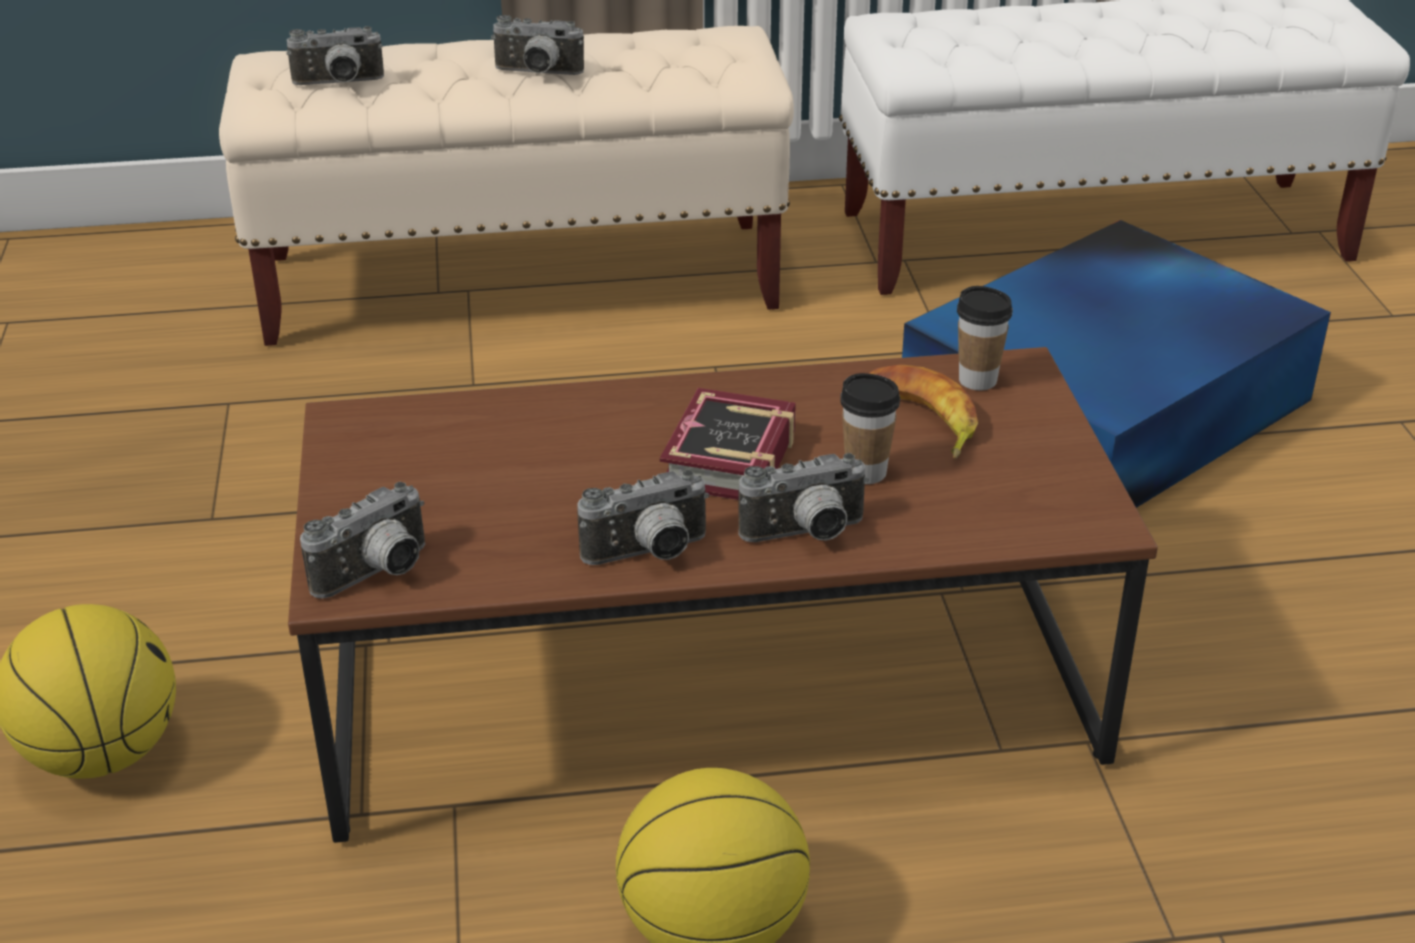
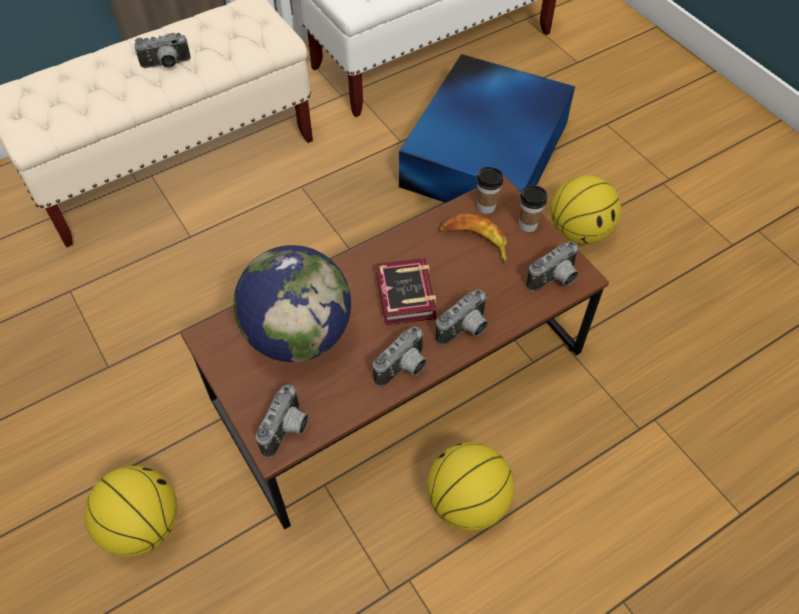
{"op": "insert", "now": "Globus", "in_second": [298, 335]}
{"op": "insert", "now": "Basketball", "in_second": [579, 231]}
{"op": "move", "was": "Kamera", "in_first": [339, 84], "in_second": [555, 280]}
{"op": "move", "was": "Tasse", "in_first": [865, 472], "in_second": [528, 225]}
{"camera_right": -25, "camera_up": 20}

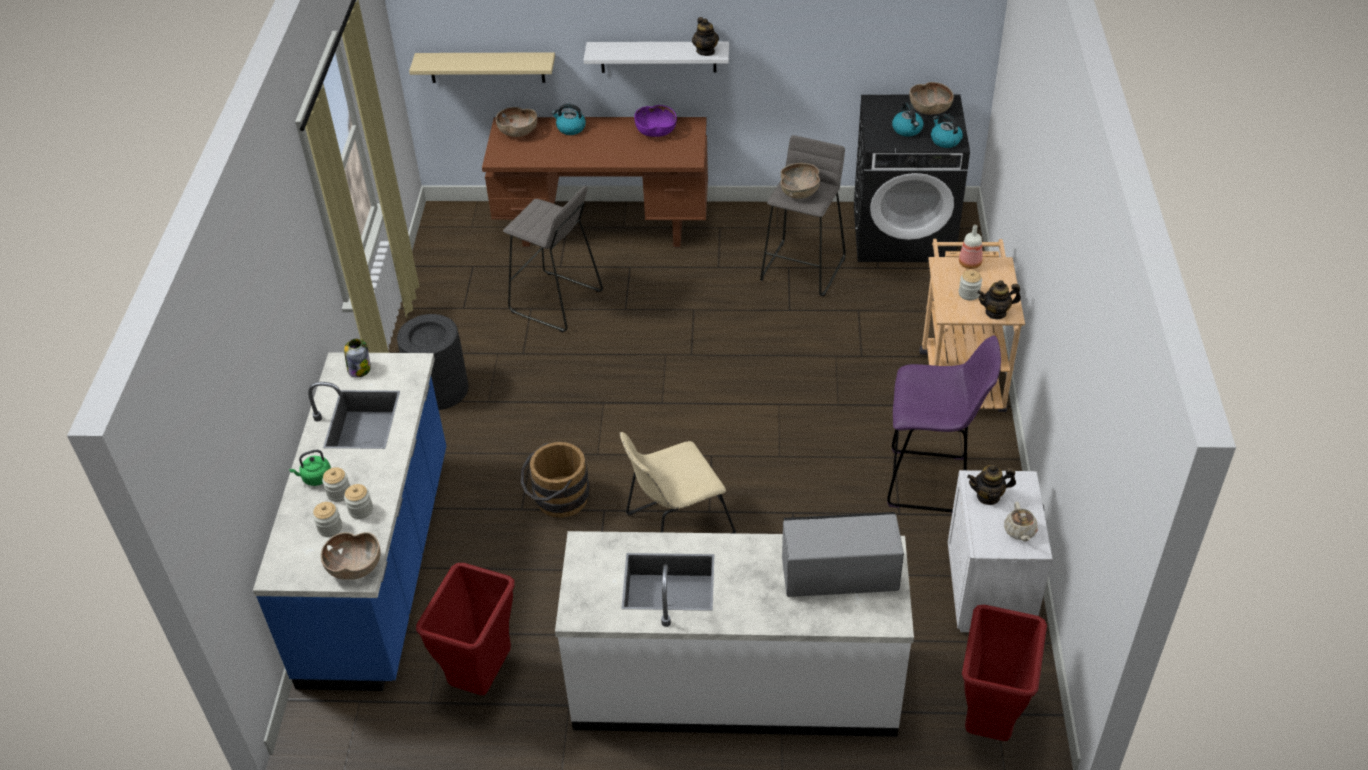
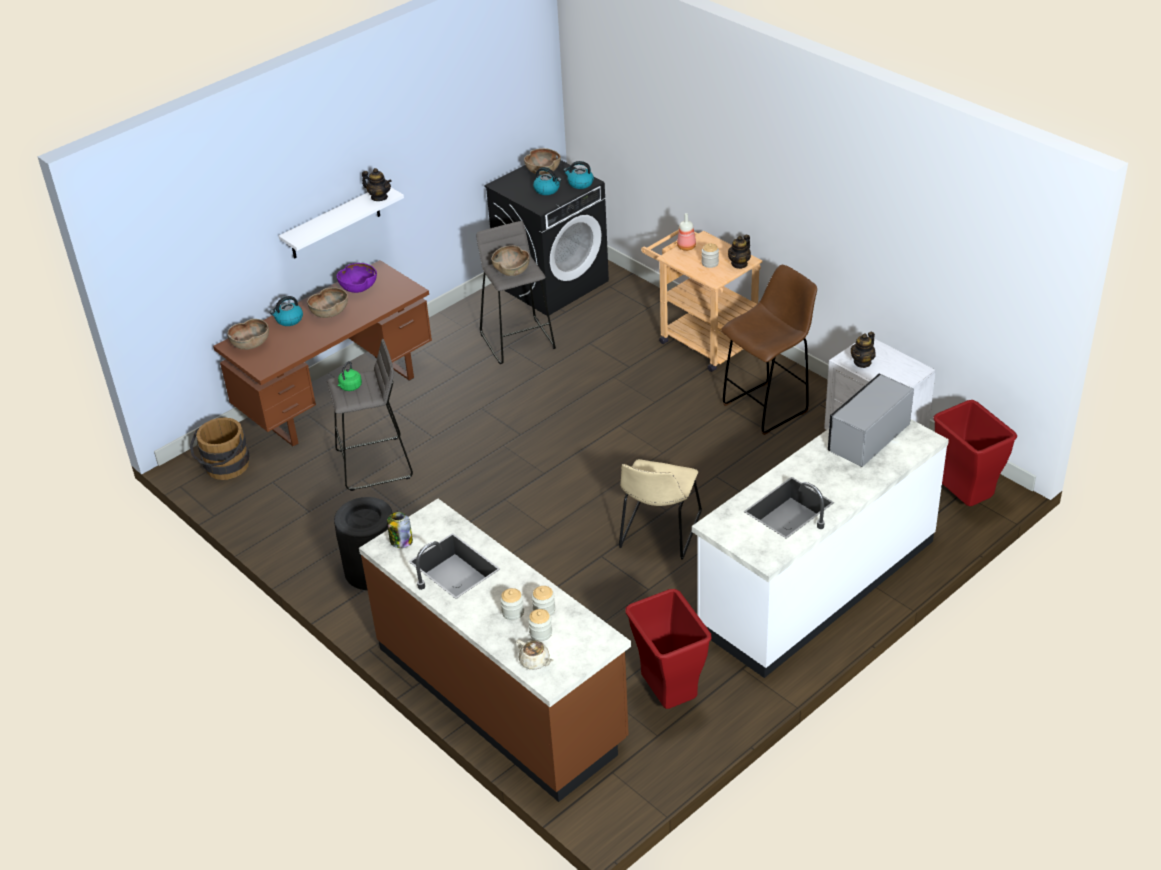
{"op": "delete", "was": "Wandregal (beige)", "in_first": [486, 67]}
{"op": "move", "was": "Wasserkessel (grün)", "in_first": [315, 478], "in_second": [350, 387]}
{"op": "move", "was": "Schüssel (braun)", "in_first": [354, 568], "in_second": [330, 313]}
{"op": "move", "was": "Eimer (braun)", "in_first": [556, 500], "in_second": [225, 469]}
{"op": "move", "was": "Teekanne (beige)", "in_first": [1019, 531], "in_second": [535, 662]}
{"op": "recolor", "was": "Küchenzeile (blau)", "now": "Küchenzeile (braun)", "in_first": [380, 565], "in_second": [501, 694]}
{"op": "recolor", "was": "Hocker (lila)", "now": "Hocker (braun)", "in_first": [930, 482], "in_second": [767, 407]}
{"camera_right": -45, "camera_up": -5}

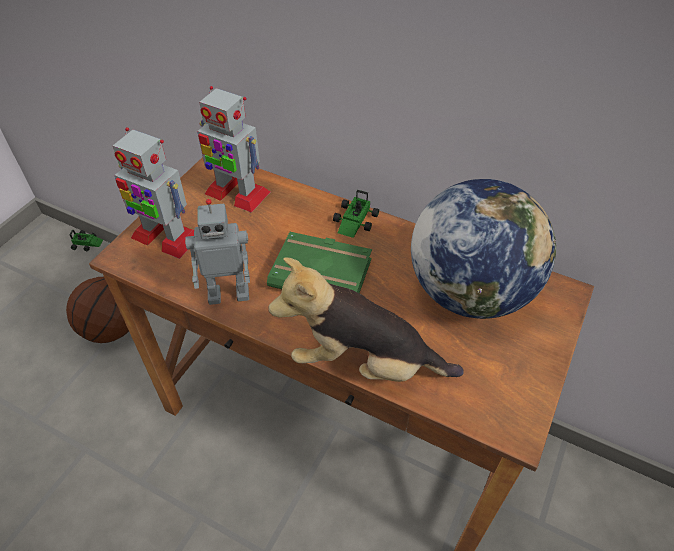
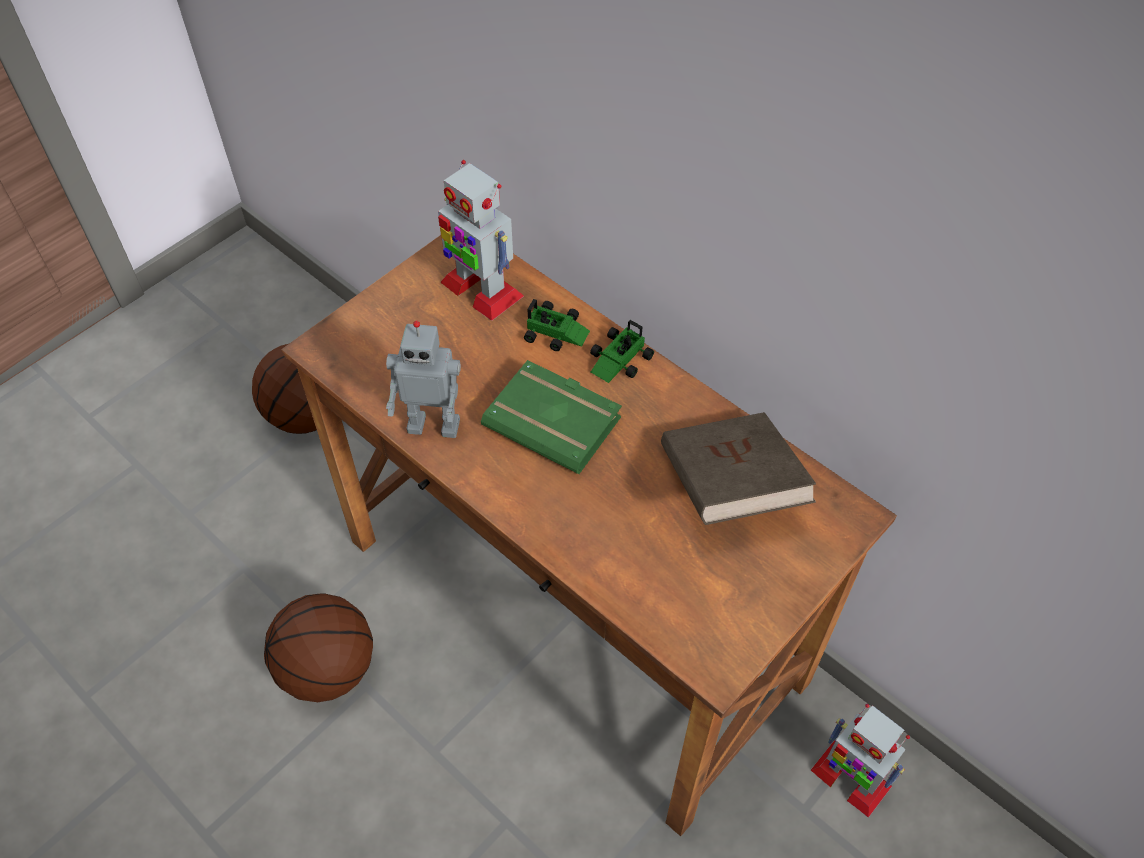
{"op": "delete", "was": "Plüschtier", "in_first": [364, 363]}
{"op": "insert", "now": "Basketball", "in_second": [329, 668]}
{"op": "move", "was": "Spielzeugauto", "in_first": [88, 242], "in_second": [558, 331]}
{"op": "move", "was": "Spielzeugroboter", "in_first": [165, 236], "in_second": [849, 778]}
{"op": "replace", "was": "Globus", "now": "Buch (braun)", "in_first": [469, 292], "in_second": [730, 487]}
{"camera_right": 15, "camera_up": 5}

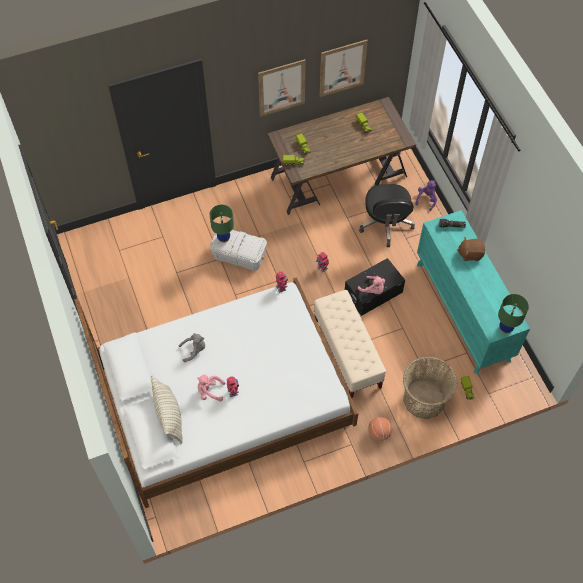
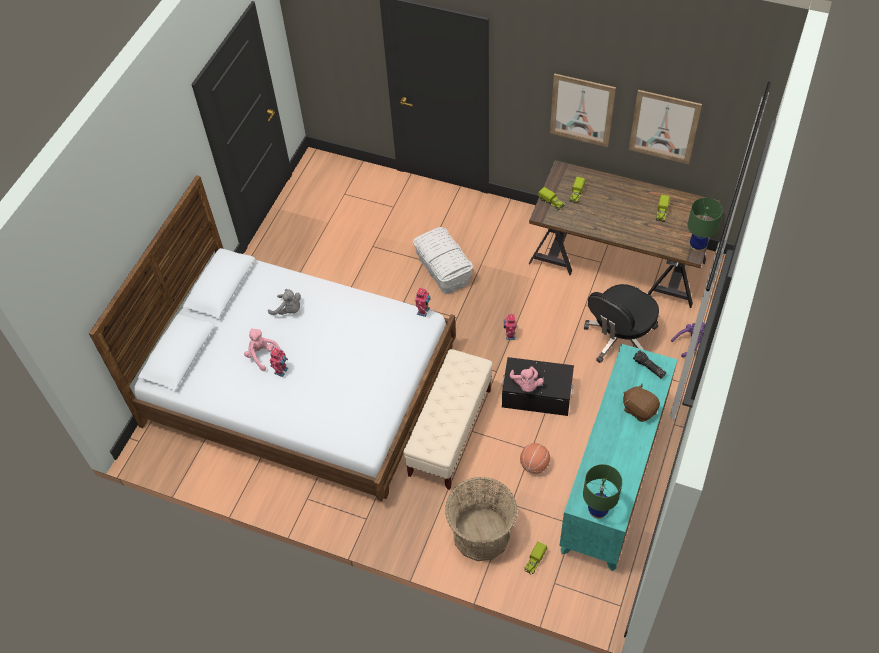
{"op": "delete", "was": "Kissen", "in_first": [169, 415]}
{"op": "move", "was": "Tischlampe (grün)", "in_first": [224, 238], "in_second": [697, 246]}
{"op": "move", "was": "Basketball", "in_first": [379, 433], "in_second": [534, 465]}
{"camera_right": 45, "camera_up": -5}

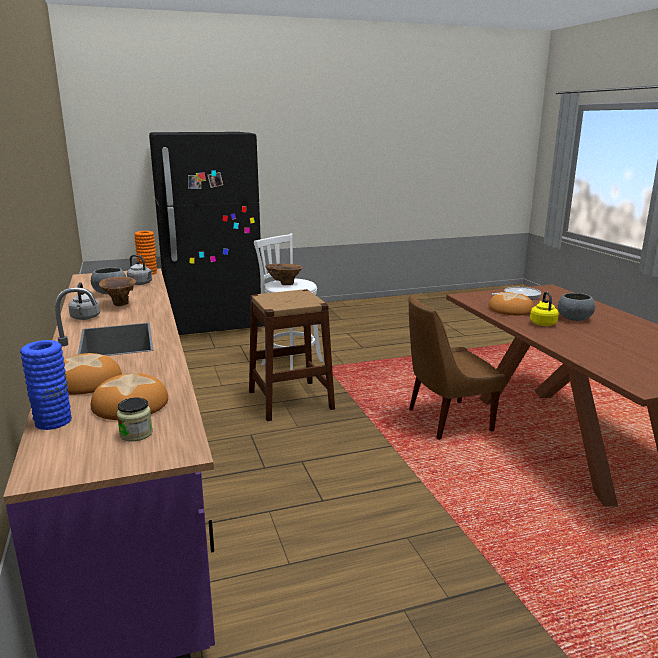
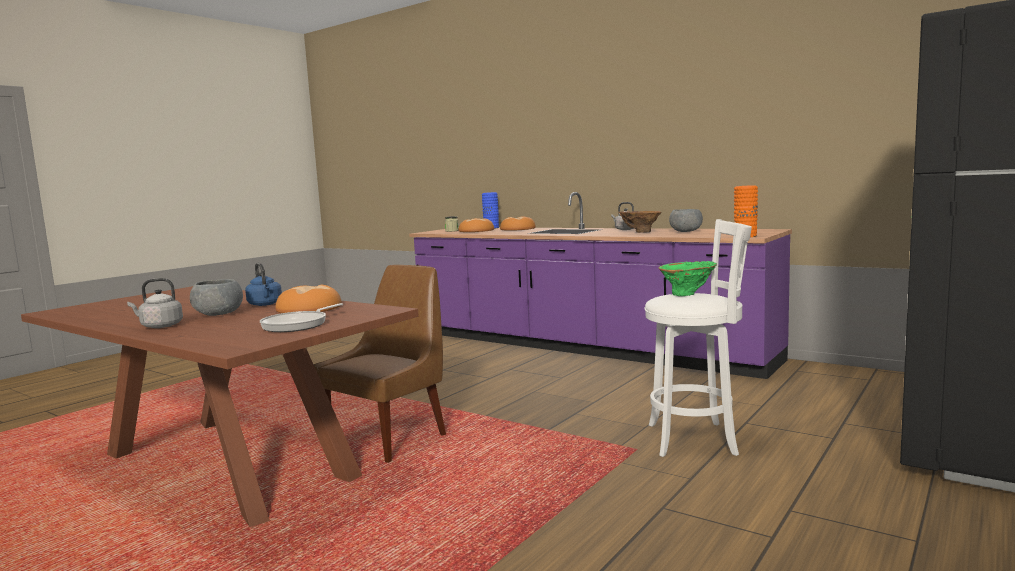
{"op": "delete", "was": "Hocker (braun)", "in_first": [290, 400]}
{"op": "move", "was": "Wasserkessel (grau)", "in_first": [141, 283], "in_second": [159, 326]}
{"op": "recolor", "was": "Vase (braun)", "now": "Vase (grün)", "in_first": [284, 283], "in_second": [688, 294]}
{"op": "recolor", "was": "Wasserkessel (gelb)", "now": "Wasserkessel (blau)", "in_first": [542, 323], "in_second": [265, 304]}
{"camera_right": 145, "camera_up": -10}

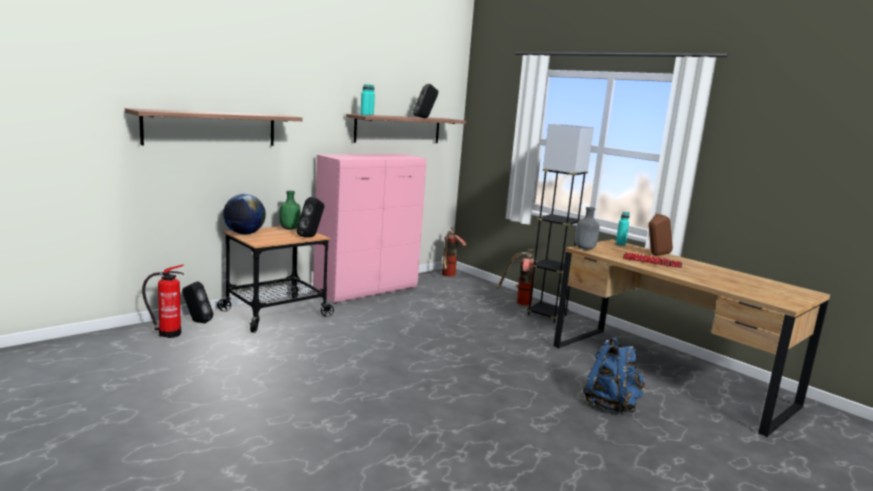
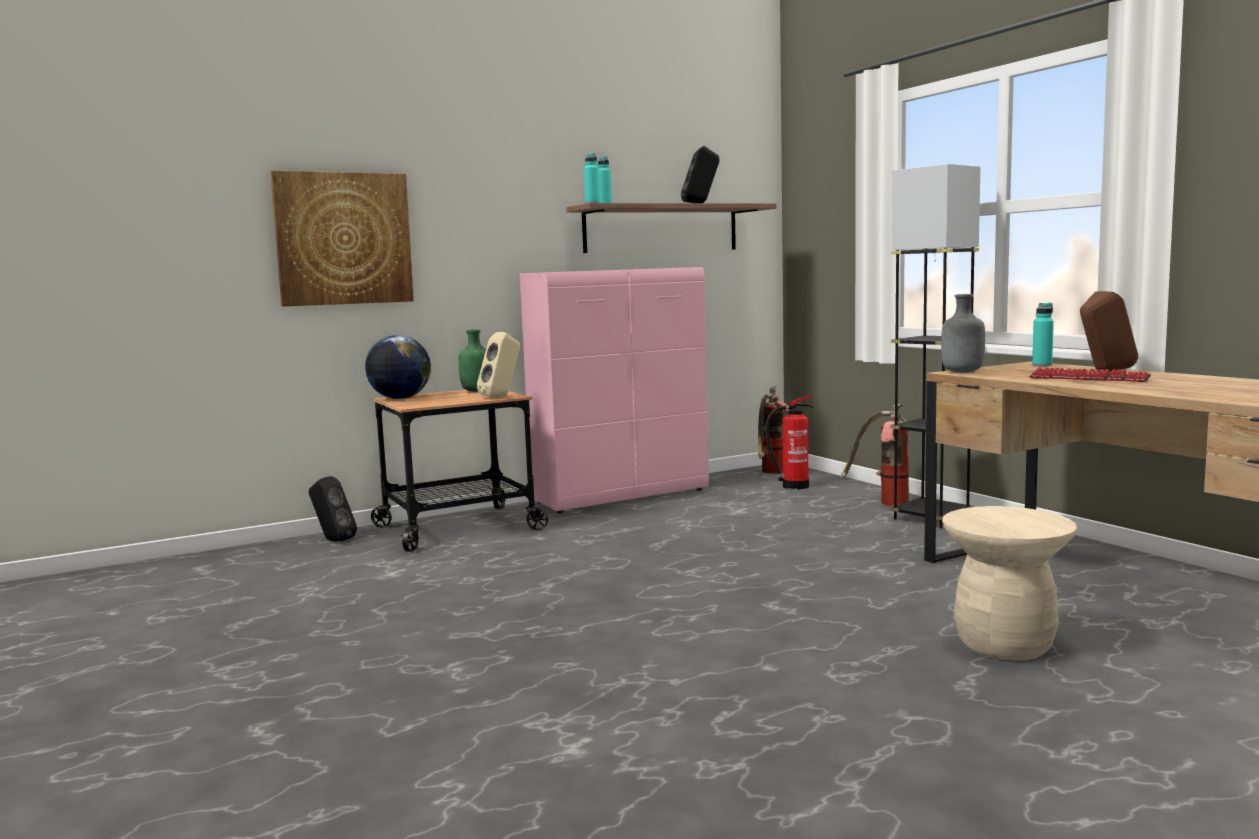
{"op": "move", "was": "Feuerlöscher", "in_first": [167, 334], "in_second": [792, 486]}
{"op": "replace", "was": "Wandregal", "now": "Bild", "in_first": [211, 128], "in_second": [343, 238]}
{"op": "replace", "was": "Rucksack (blau)", "now": "Hocker (beige)", "in_first": [611, 405], "in_second": [1004, 645]}
{"op": "recolor", "was": "Lautsprecher (schwarz)", "now": "Lautsprecher (beige)", "in_first": [311, 236], "in_second": [502, 396]}
{"camera_right": 15, "camera_up": -5}

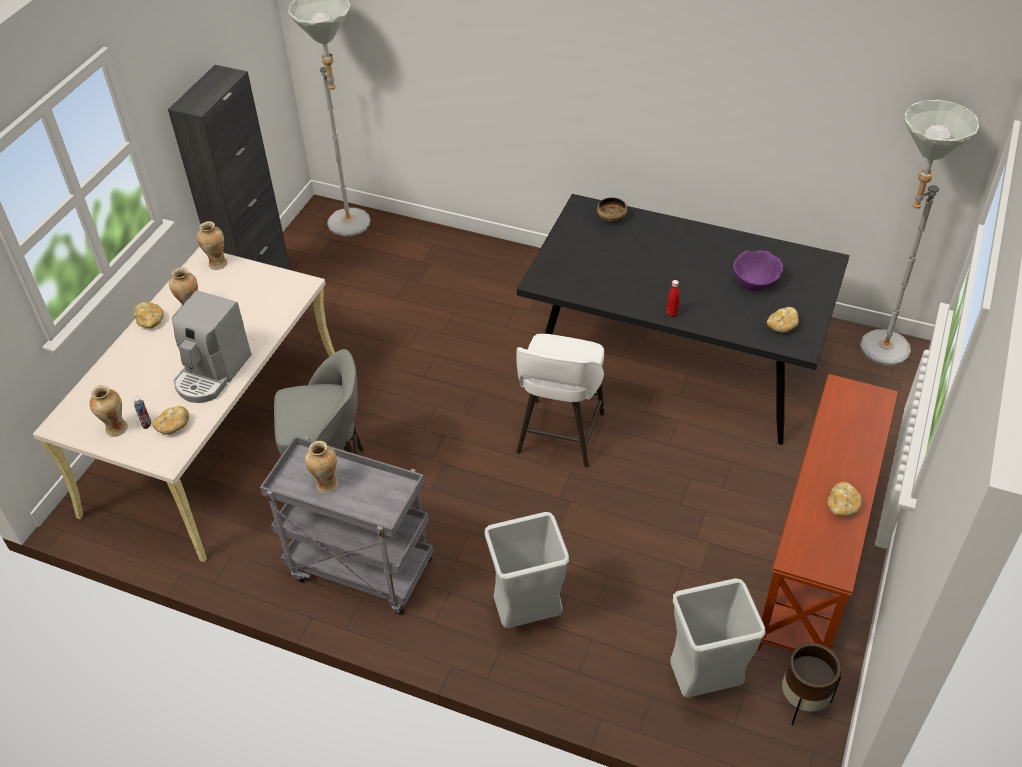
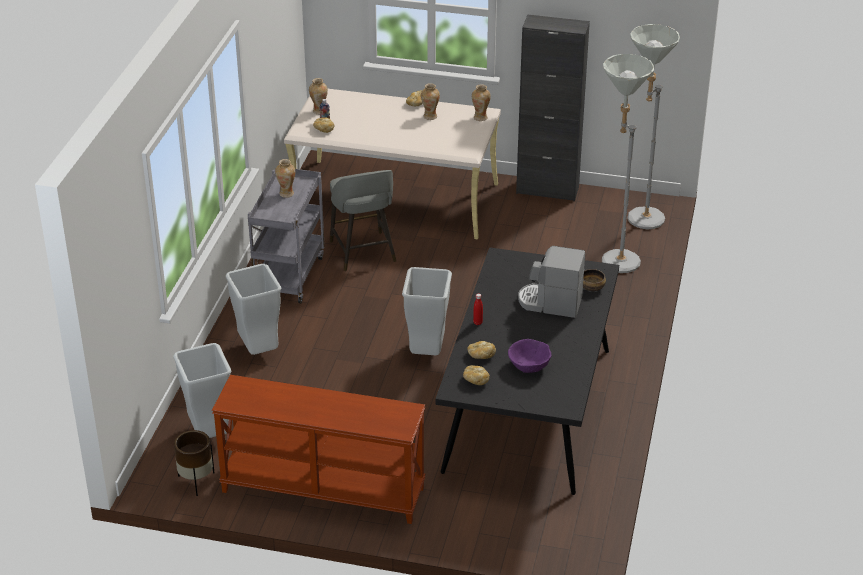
{"op": "move", "was": "Kaffeemaschine", "in_first": [212, 373], "in_second": [550, 303]}
{"op": "move", "was": "Brot", "in_first": [842, 506], "in_second": [481, 355]}
{"op": "move", "was": "Stehlampe (grau)", "in_first": [876, 352], "in_second": [615, 258]}
{"op": "replace", "was": "Hocker (weiß)", "now": "Mülleimer (grau)", "in_first": [559, 435], "in_second": [427, 352]}
{"camera_right": 80, "camera_up": -10}

